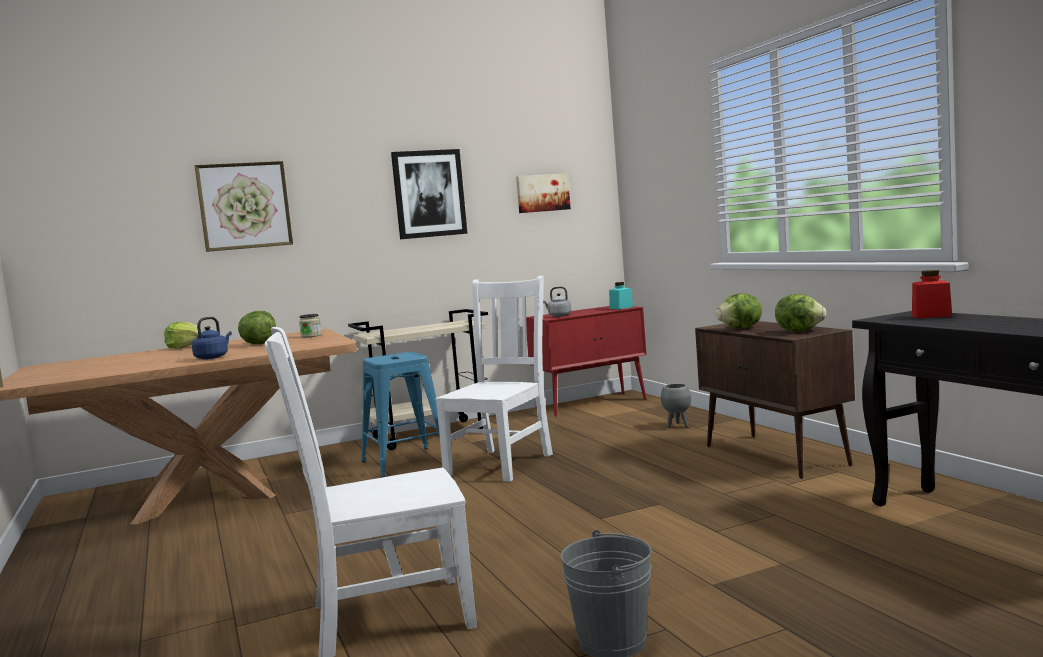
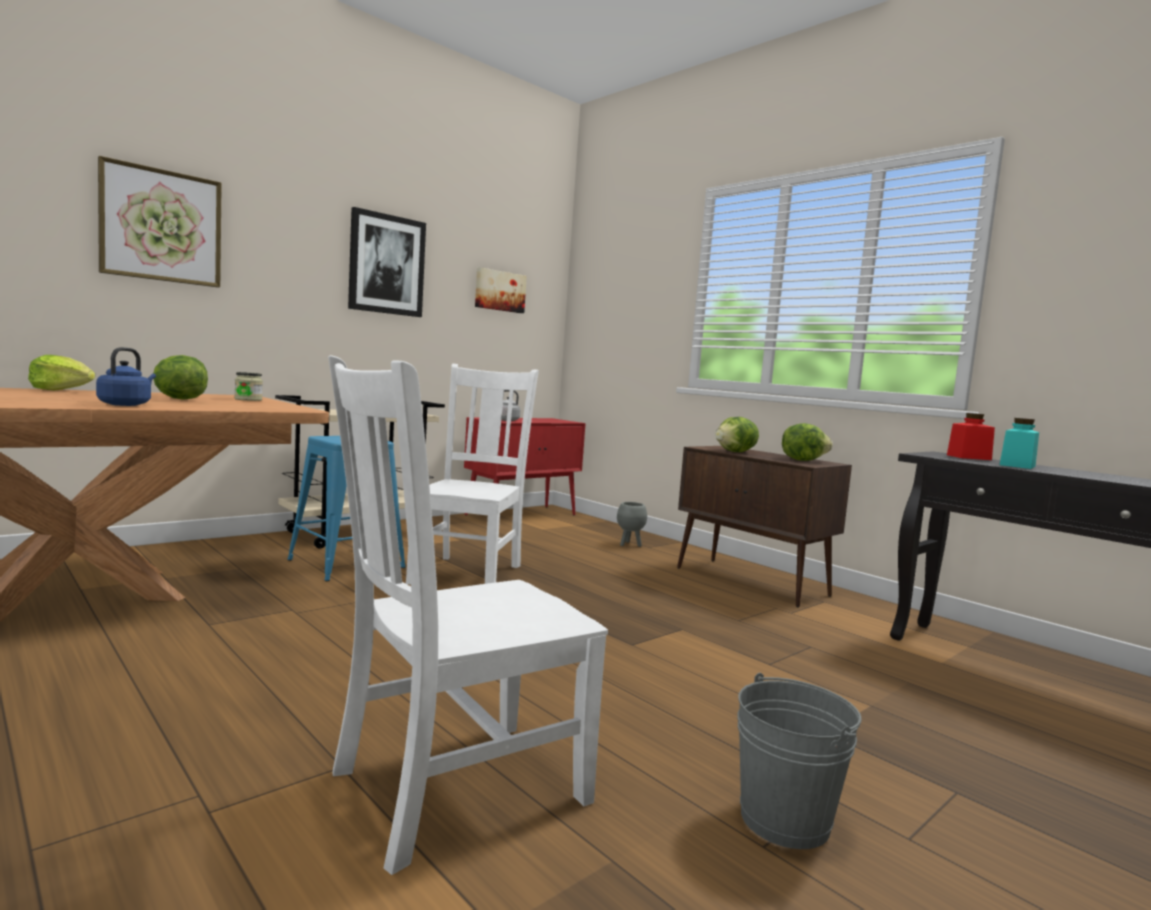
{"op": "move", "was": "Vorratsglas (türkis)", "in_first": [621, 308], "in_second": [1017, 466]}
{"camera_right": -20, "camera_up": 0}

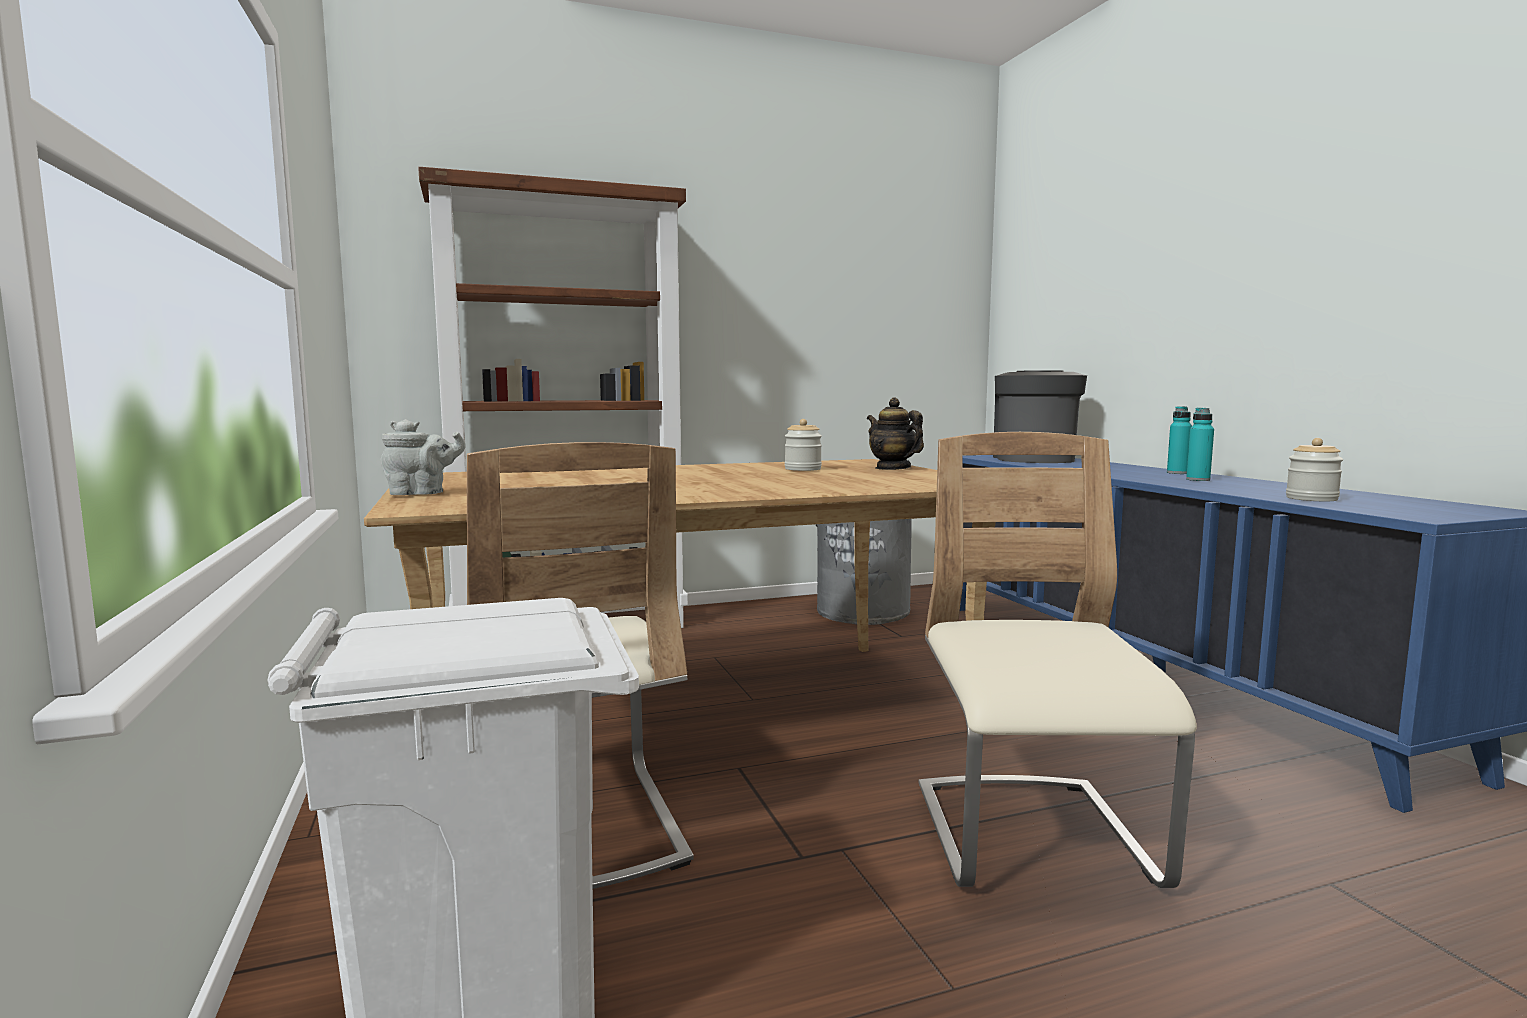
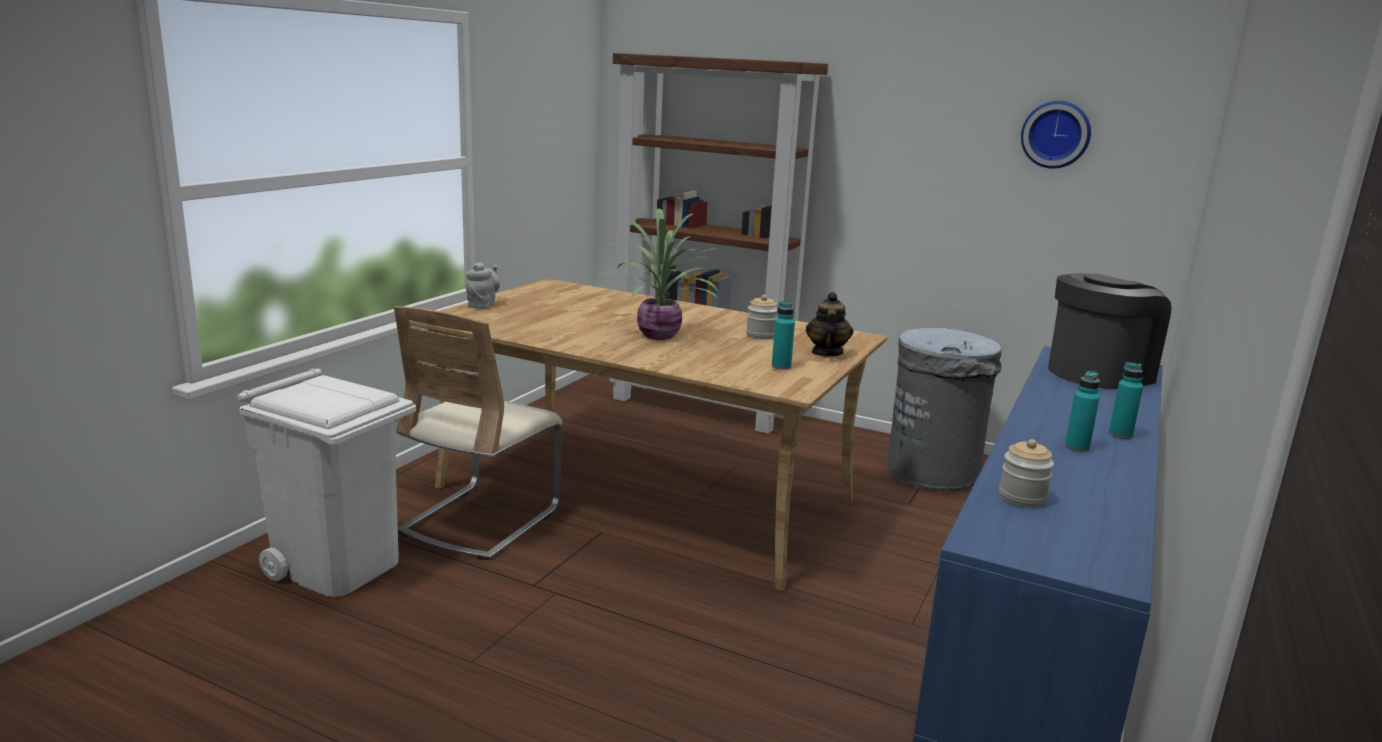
{"op": "delete", "was": "Stuhl (beige)", "in_first": [1032, 838]}
{"op": "insert", "now": "Topfpflanze", "in_second": [661, 336]}
{"op": "insert", "now": "Flasche (türkis)", "in_second": [781, 366]}
{"op": "insert", "now": "Wanduhr", "in_second": [1056, 134]}
{"op": "rotate", "was": "Teekanne (grau)", "in_first": [421, 494], "in_second": [483, 305], "clockwise": -105}
{"camera_right": 45, "camera_up": 10}

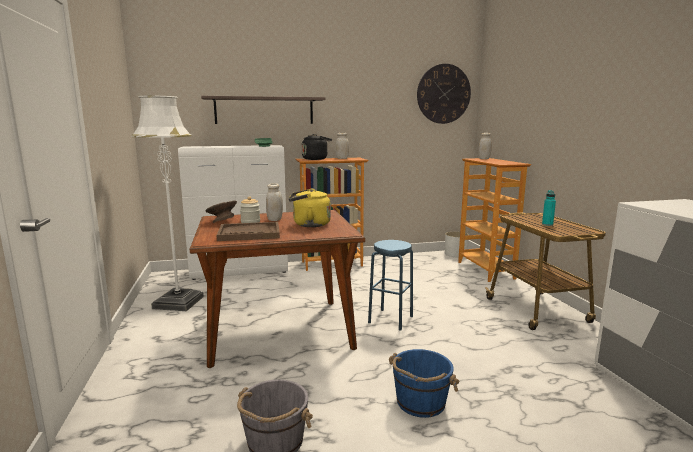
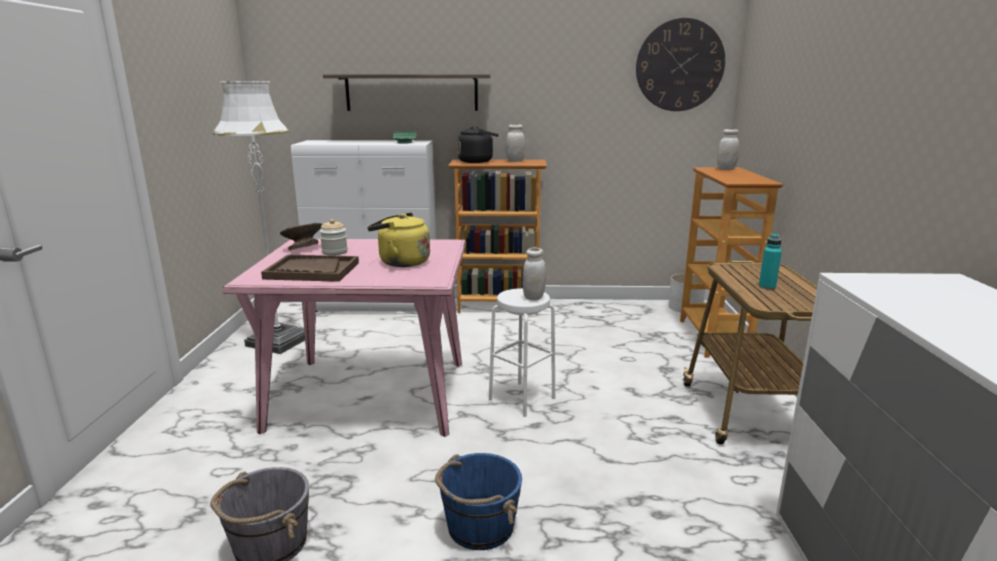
{"op": "move", "was": "Vorratsglas (weiß)", "in_first": [275, 219], "in_second": [534, 297]}
{"op": "recolor", "was": "Esstisch (braun)", "now": "Esstisch (rosa)", "in_first": [280, 330], "in_second": [371, 395]}
{"op": "recolor", "was": "Hocker (blau)", "now": "Hocker (weiß)", "in_first": [390, 319], "in_second": [522, 399]}
{"camera_right": 15, "camera_up": 5}

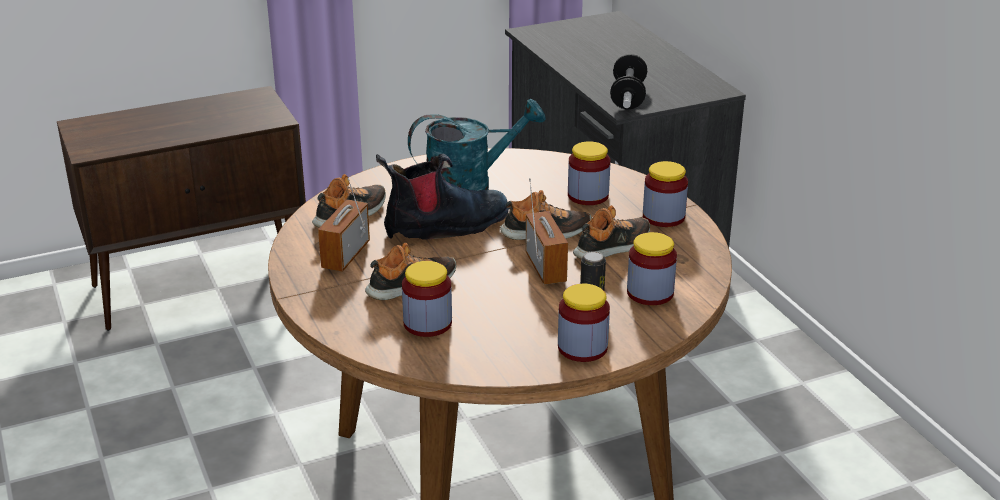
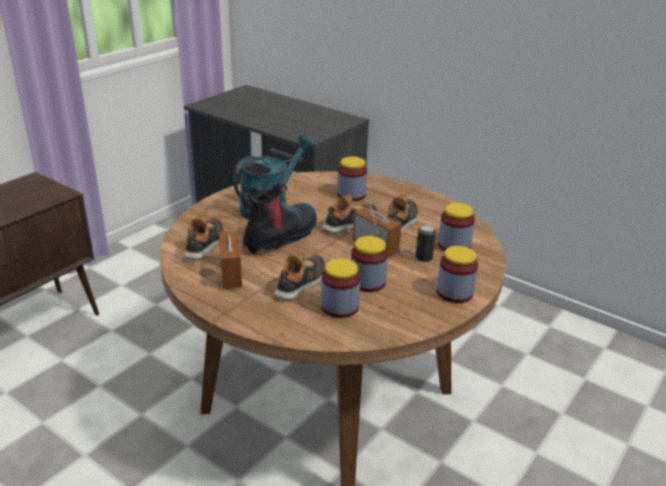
{"op": "delete", "was": "Hantel", "in_first": [628, 97]}
{"op": "move", "was": "Vorratsglas", "in_first": [663, 217], "in_second": [367, 282]}
{"camera_right": -30, "camera_up": 0}

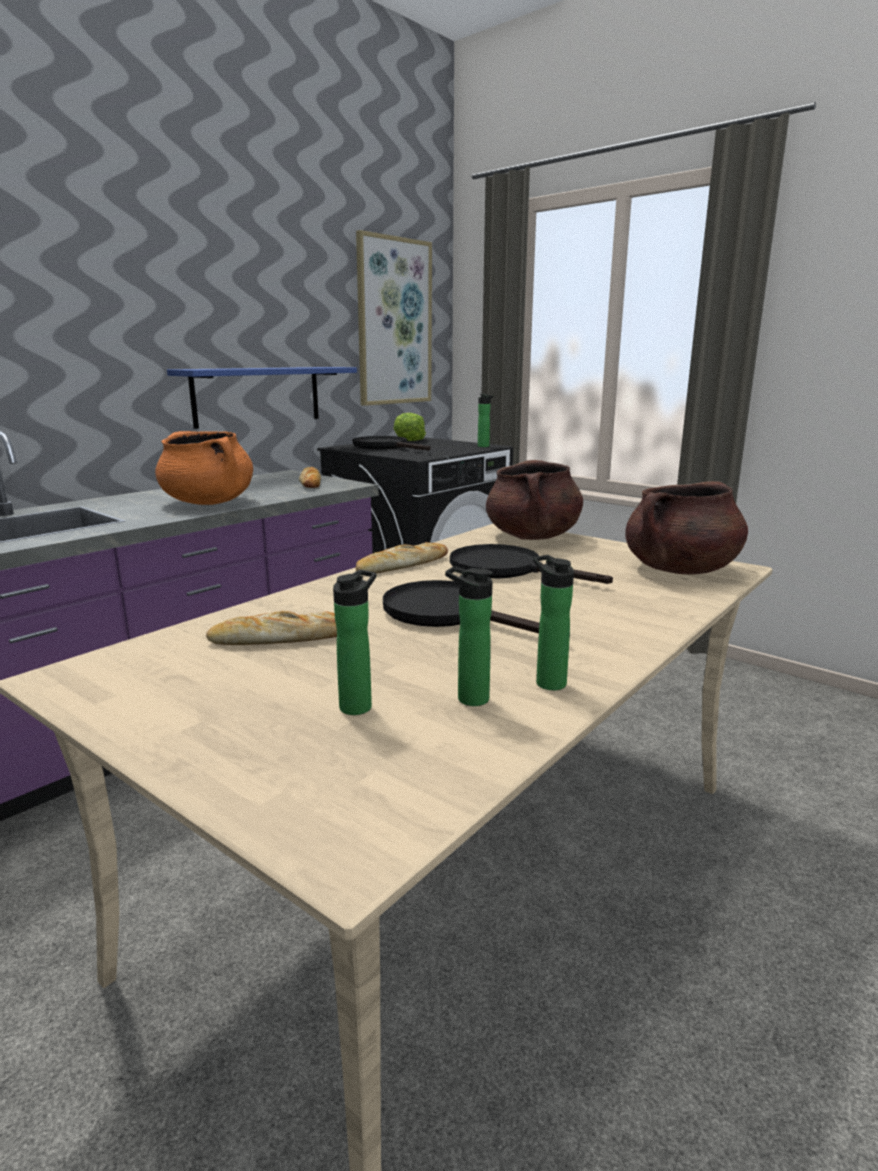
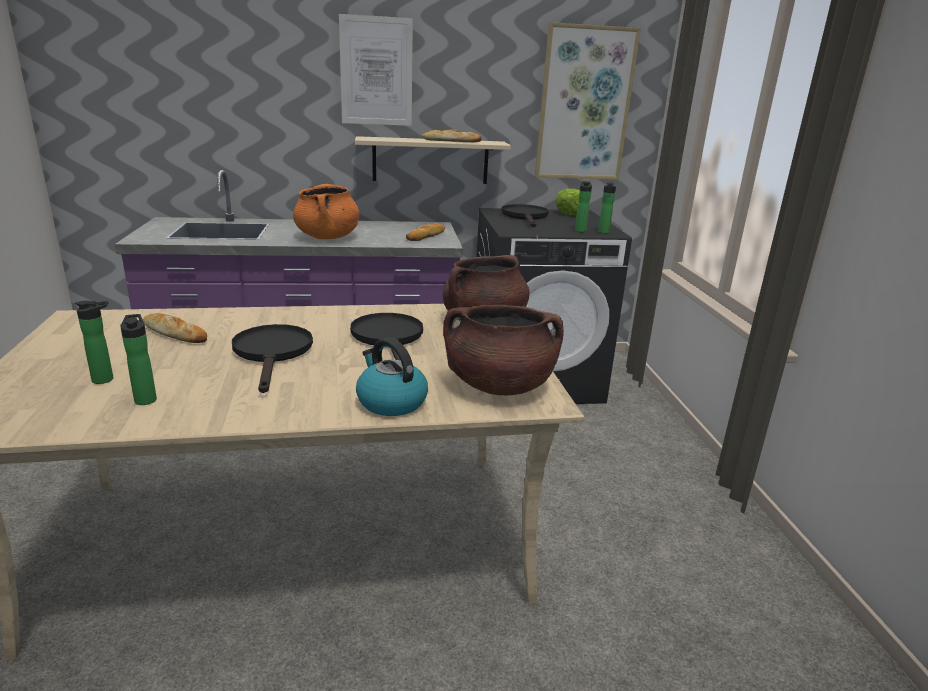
{"op": "insert", "now": "Bild", "in_second": [376, 71]}
{"op": "insert", "now": "Wasserkessel", "in_second": [390, 402]}
{"op": "move", "was": "Brot", "in_first": [402, 565], "in_second": [451, 141]}
{"op": "move", "was": "Flasche", "in_first": [547, 682], "in_second": [580, 230]}
{"op": "recolor", "was": "Wandregal (blau)", "now": "Wandregal (beige)", "in_first": [258, 395], "in_second": [430, 160]}
{"camera_right": 40, "camera_up": 5}

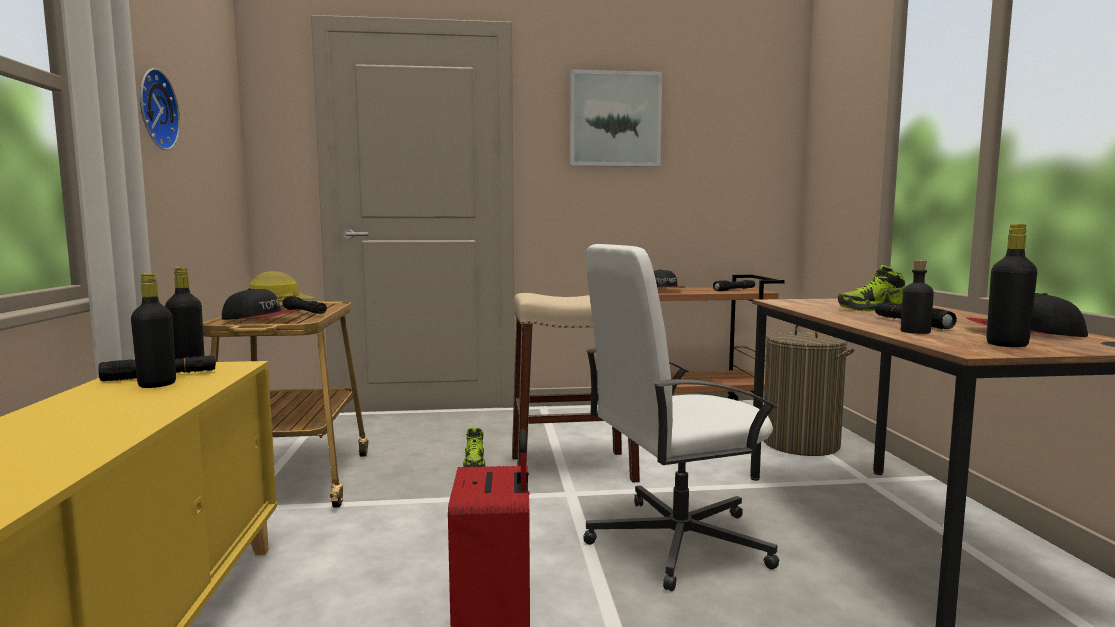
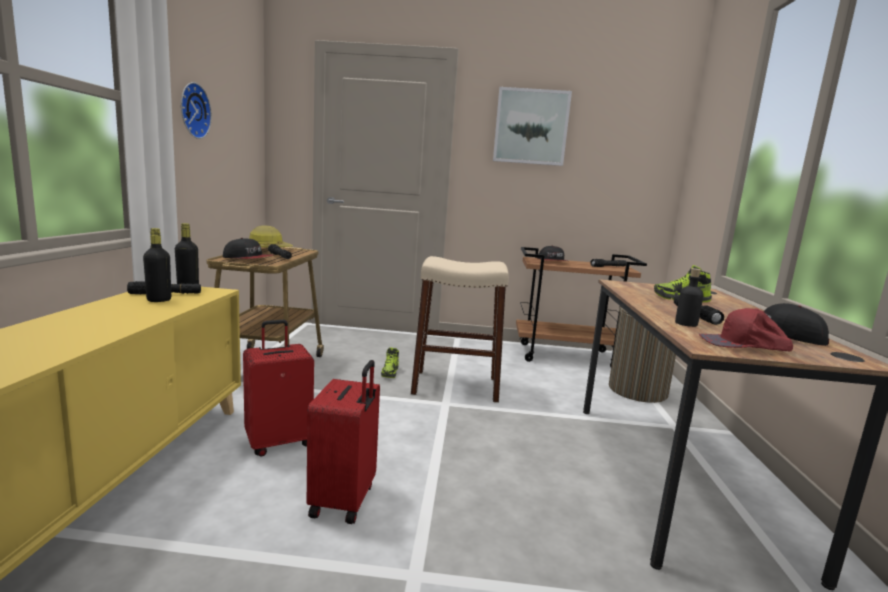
{"op": "delete", "was": "Bürostuhl (weiß)", "in_first": [675, 541]}
{"op": "insert", "now": "Koffer (rot)", "in_second": [279, 442]}
{"op": "replace", "was": "Flasche (schwarz)", "now": "Kappe (rot)", "in_first": [1007, 345], "in_second": [744, 345]}
{"camera_right": 10, "camera_up": 5}

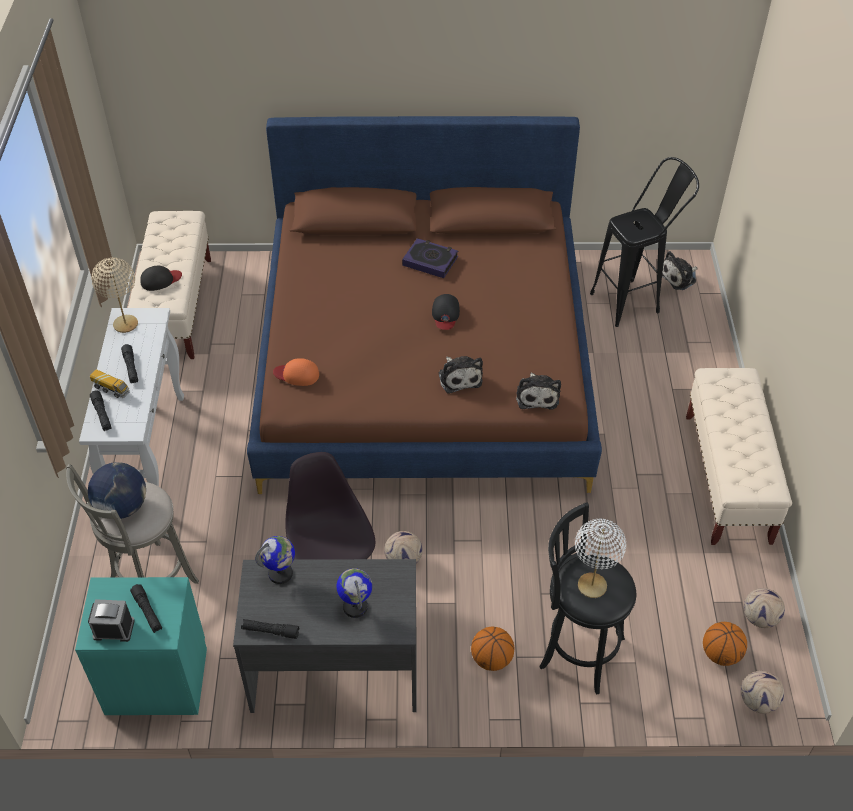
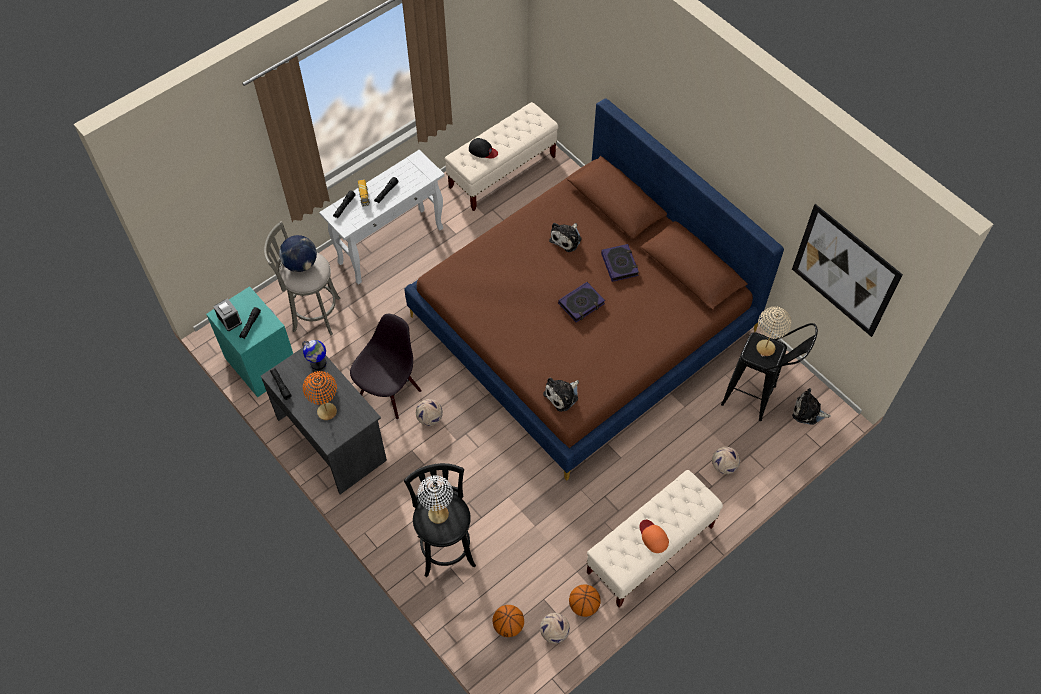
{"op": "insert", "now": "Bild", "in_second": [844, 271]}
{"op": "move", "was": "Tischlampe (beige)", "in_first": [125, 324], "in_second": [765, 348]}
{"op": "move", "was": "Kappe (orange)", "in_first": [297, 374], "in_second": [653, 537]}
{"op": "move", "was": "Plüschtier", "in_first": [459, 377], "in_second": [567, 238]}
{"op": "move", "was": "Basketball", "in_first": [492, 659], "in_second": [584, 605]}
{"op": "move", "was": "Fußball", "in_first": [758, 702], "in_second": [724, 466]}
{"op": "replace", "was": "Globus", "now": "Tischlampe (orange)", "in_first": [355, 606], "in_second": [326, 411]}
{"op": "replace", "was": "Kappe (schwarz)", "now": "Buch", "in_first": [445, 314], "in_second": [581, 304]}
{"camera_right": 50, "camera_up": 10}

